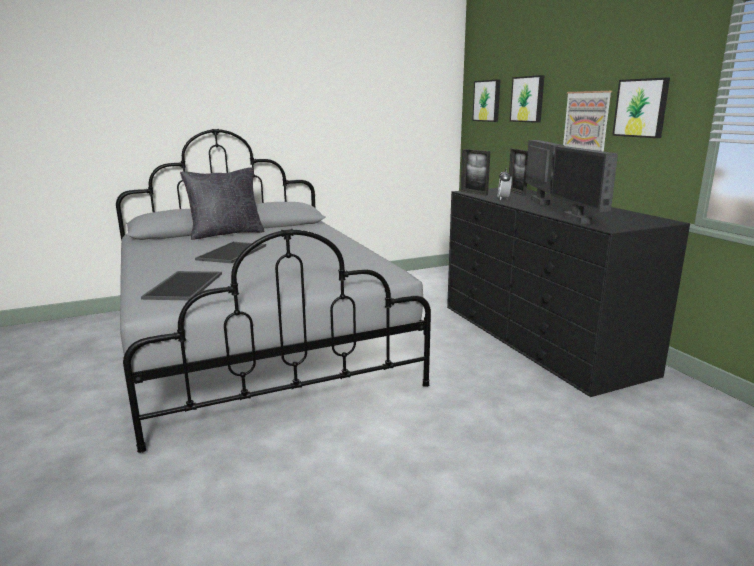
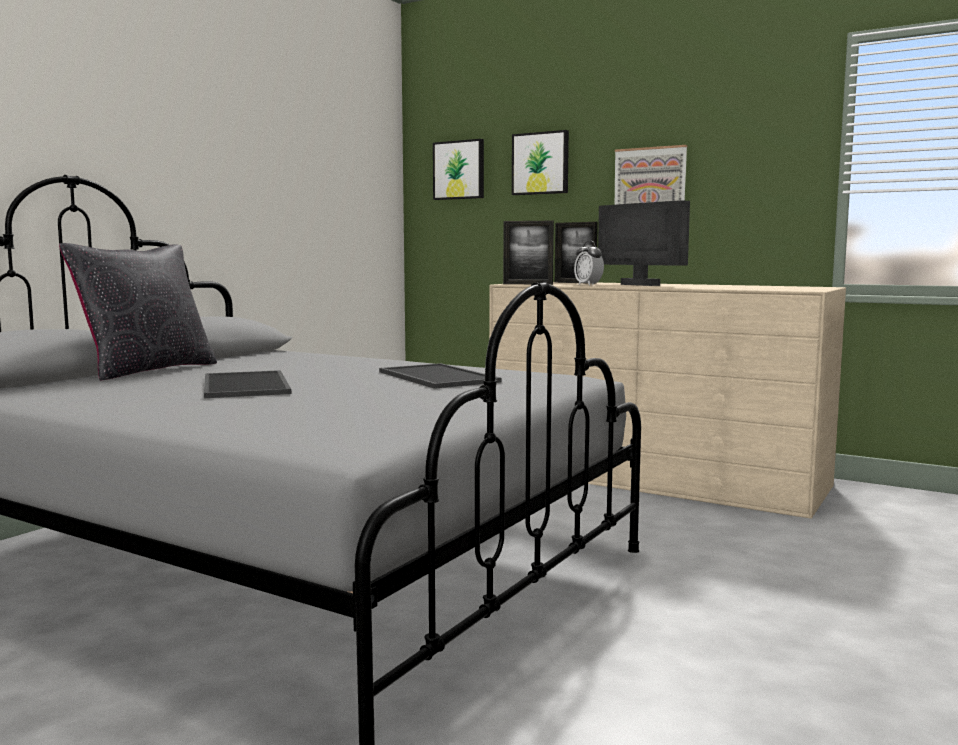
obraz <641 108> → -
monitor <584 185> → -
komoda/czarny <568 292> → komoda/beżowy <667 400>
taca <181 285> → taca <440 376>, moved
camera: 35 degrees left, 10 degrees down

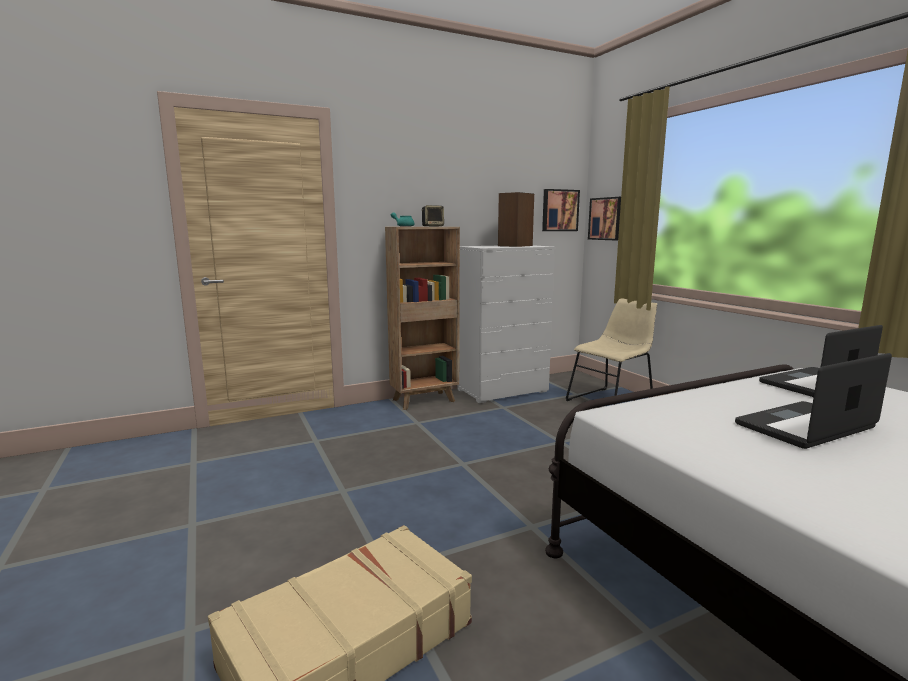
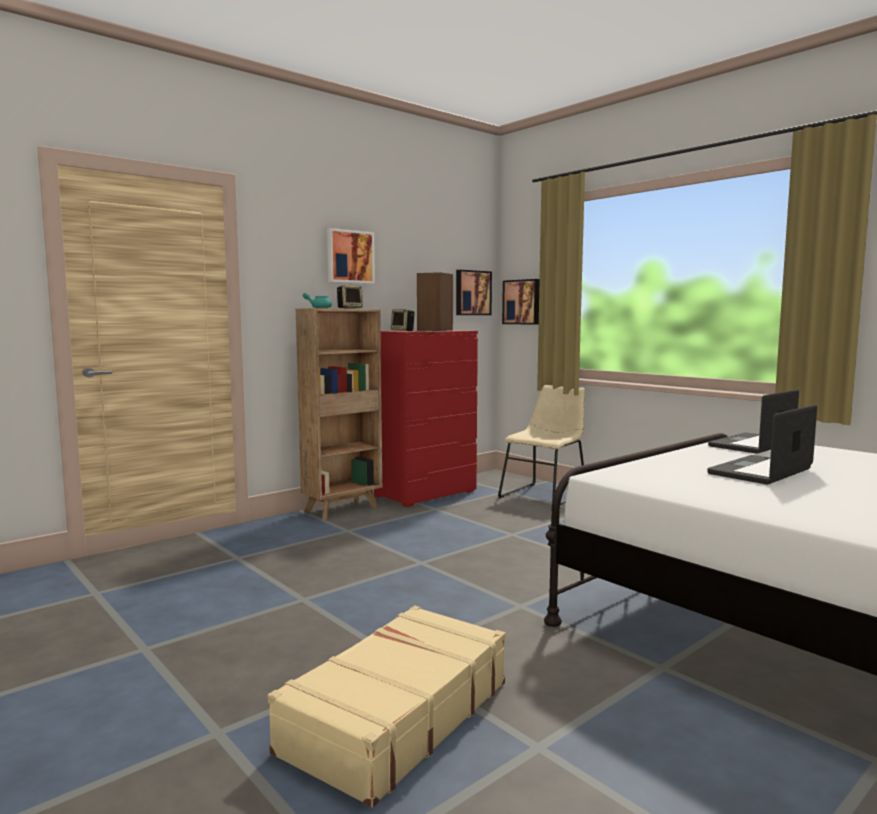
komoda/biały <506 324> → komoda/czerwony <426 418>
- → obraz <351 256>
- → głośnik <403 320>
camera: 15 degrees left, 5 degrees down

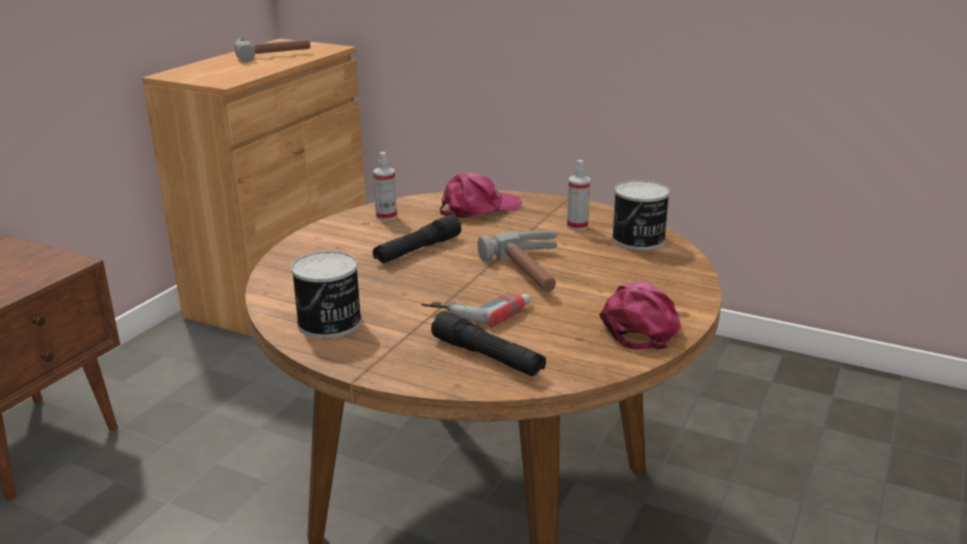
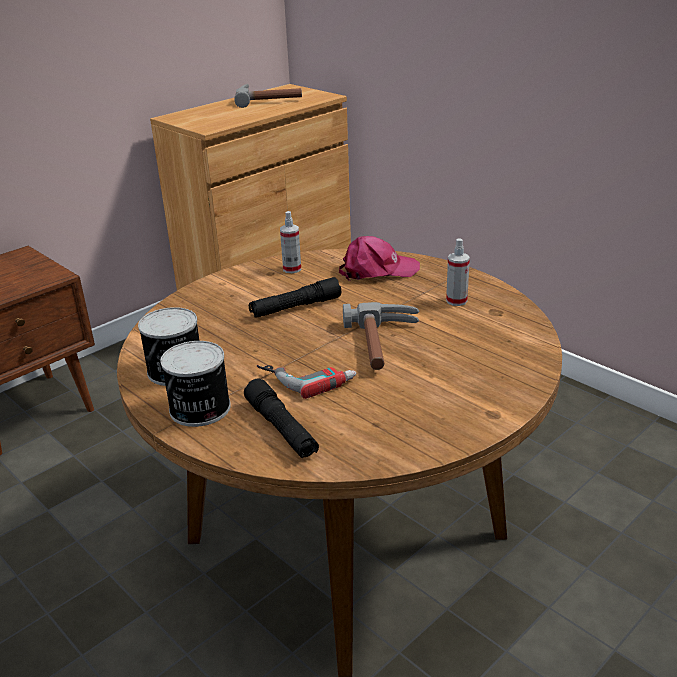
puszka <641 215> → puszka <195 384>, moved
czapka z daszkiem/różowy <640 315> → -
camera: 20 degrees right, 5 degrees up

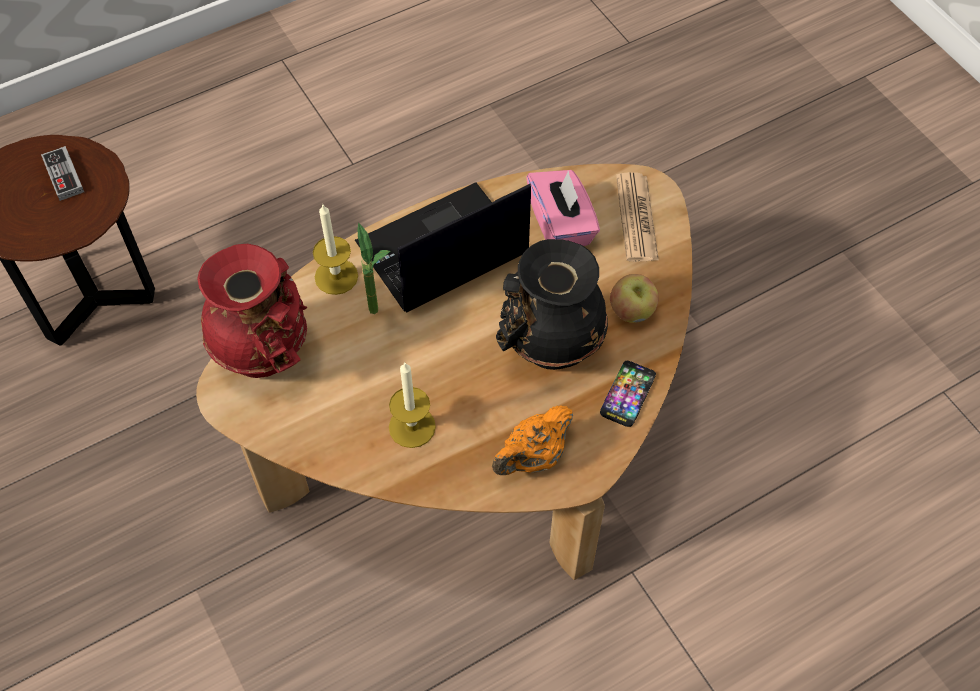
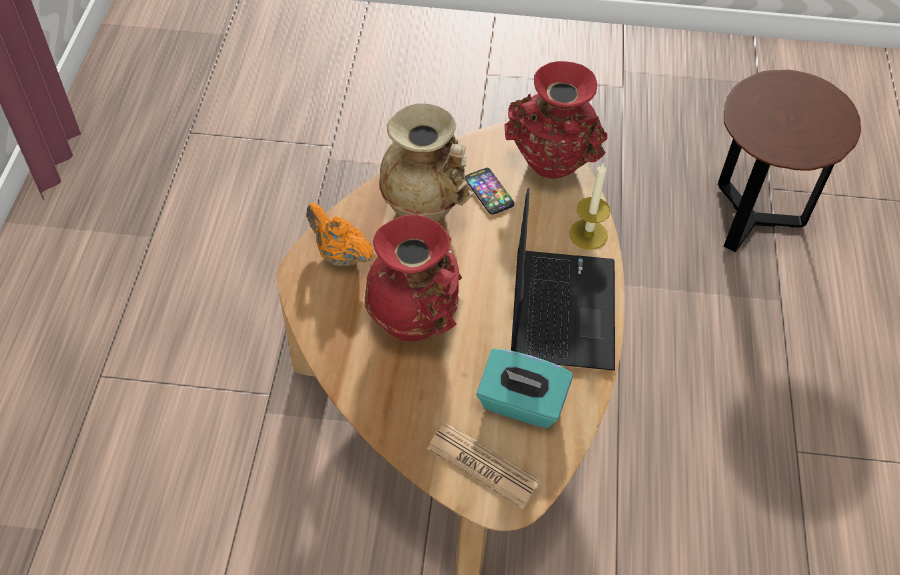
pad do gier <62 173> → -
pudełko chusteczek/różowy <563 208> → pudełko chusteczek/turkusowy <525 388>
roślina doniczkowa <374 268> → -
wazon/czarny <552 304> → wazon/czerwony <413 278>
jabłko <634 298> → -
telefon <628 394> → telefon <489 191>, moved
świeca <412 405> → wazon/beżowy <426 162>
imbryk/pomarańczowy <532 440> → imbryk/pomarańczowy <340 234>, 45 degrees counterclockwise
camera: 125 degrees right, 5 degrees down

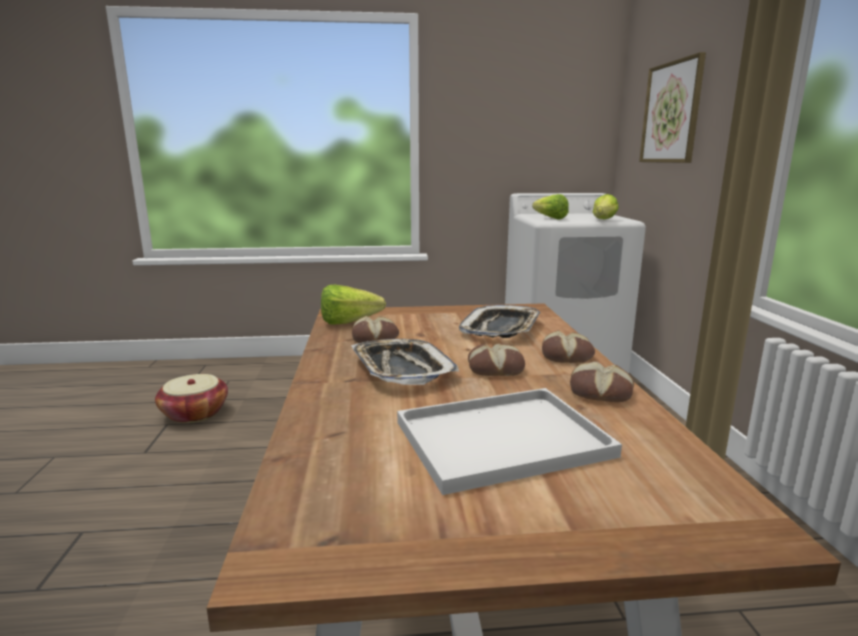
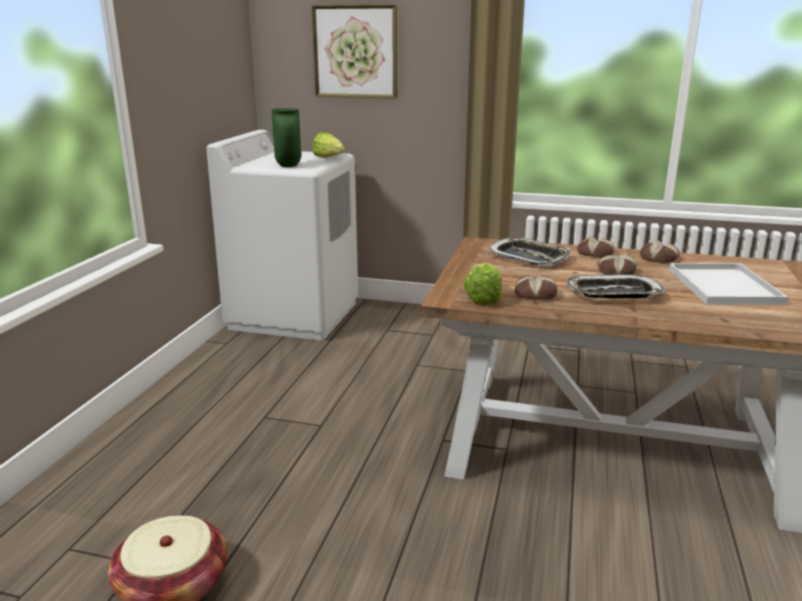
sałata <550 207> → wazon/zielony <286 137>
camera: 70 degrees left, 5 degrees up

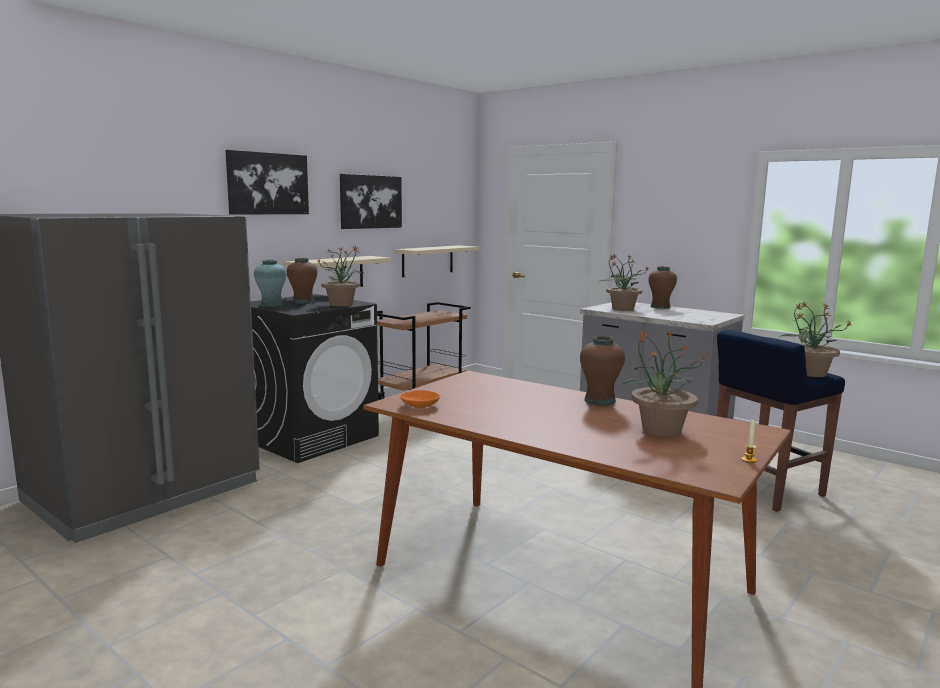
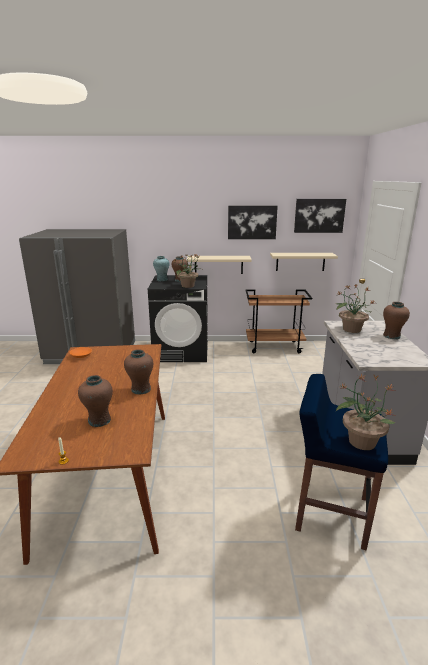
obraz <267 182> → obraz <320 216>, moved
roślina doniczkowa <665 383> → wazon/brązowy <95 401>
camera: 50 degrees right, 10 degrees up

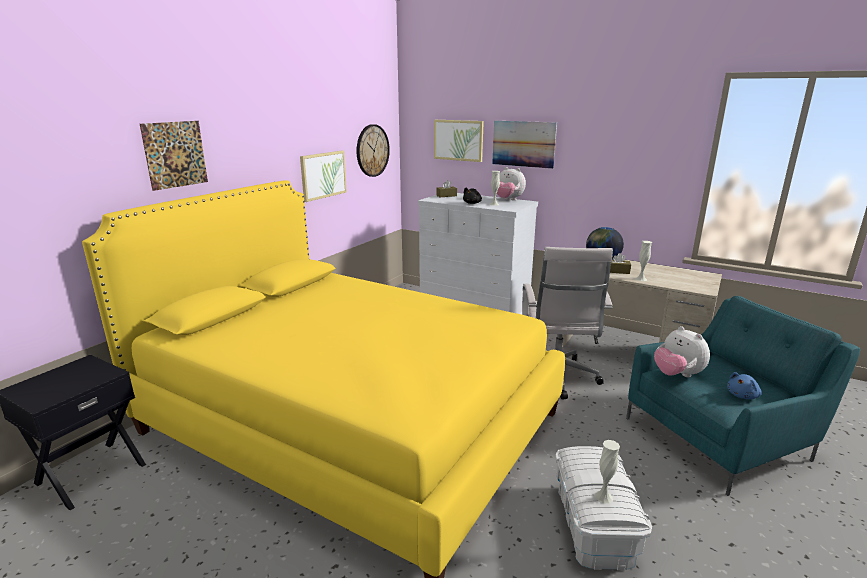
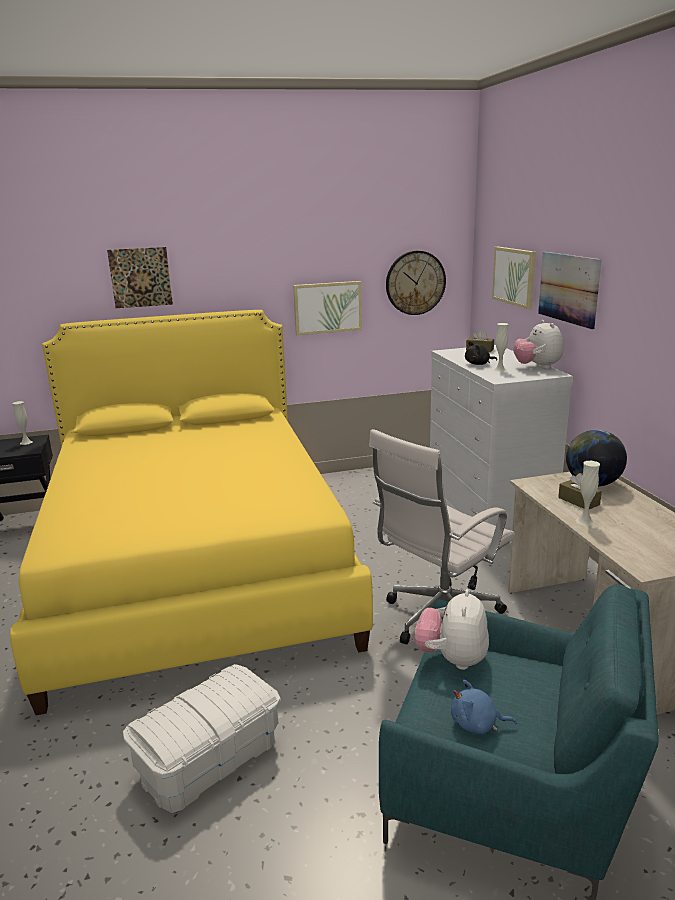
wazon/biały <607 472> → wazon/biały <23 423>, moved
camera: 45 degrees right, 0 degrees up

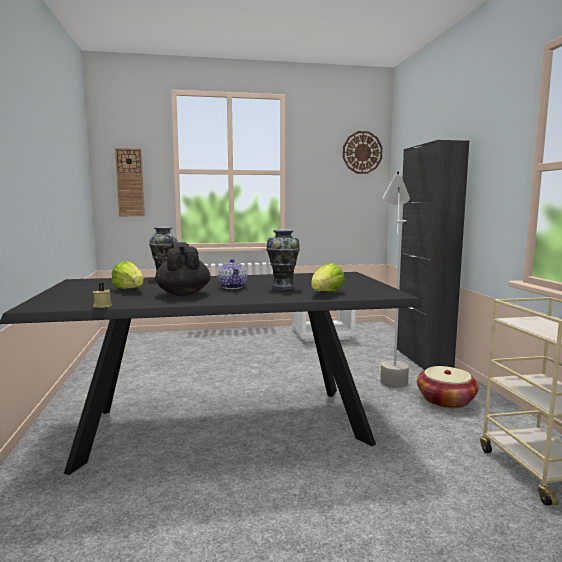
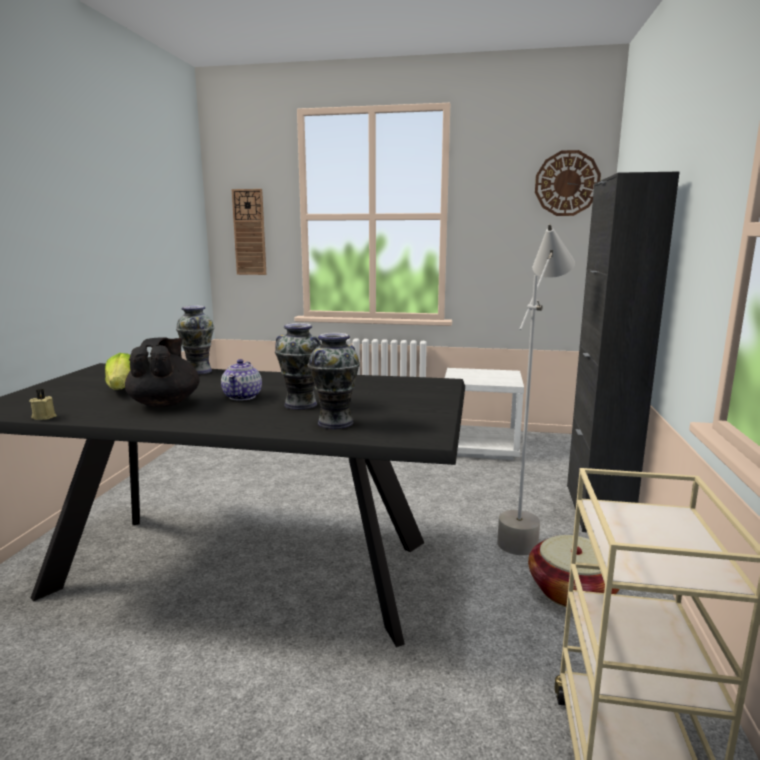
sałata <328 277> → wazon <334 381>
camera: 20 degrees right, 5 degrees up

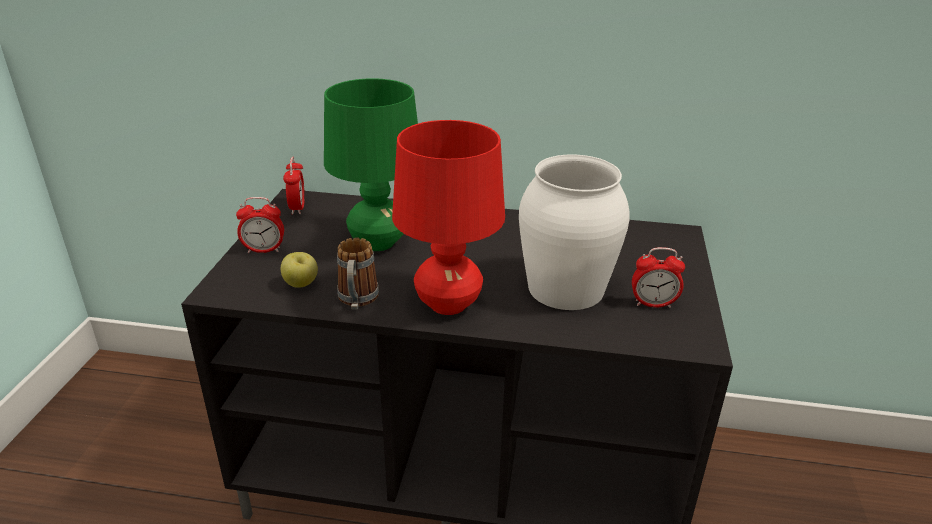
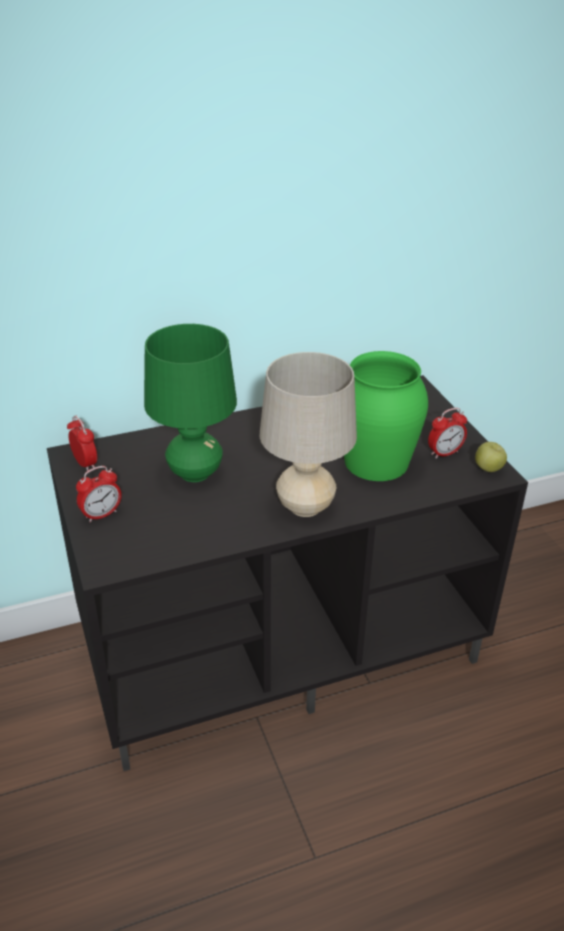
lampa stołowa/czerwony <448 217> → lampa stołowa/beżowy <308 434>
wazon/biały <574 232> → wazon/zielony <386 416>
kubek <358 274> → -
jabłko <299 270> → jabłko <491 457>, moved
camera: 30 degrees left, 5 degrees up

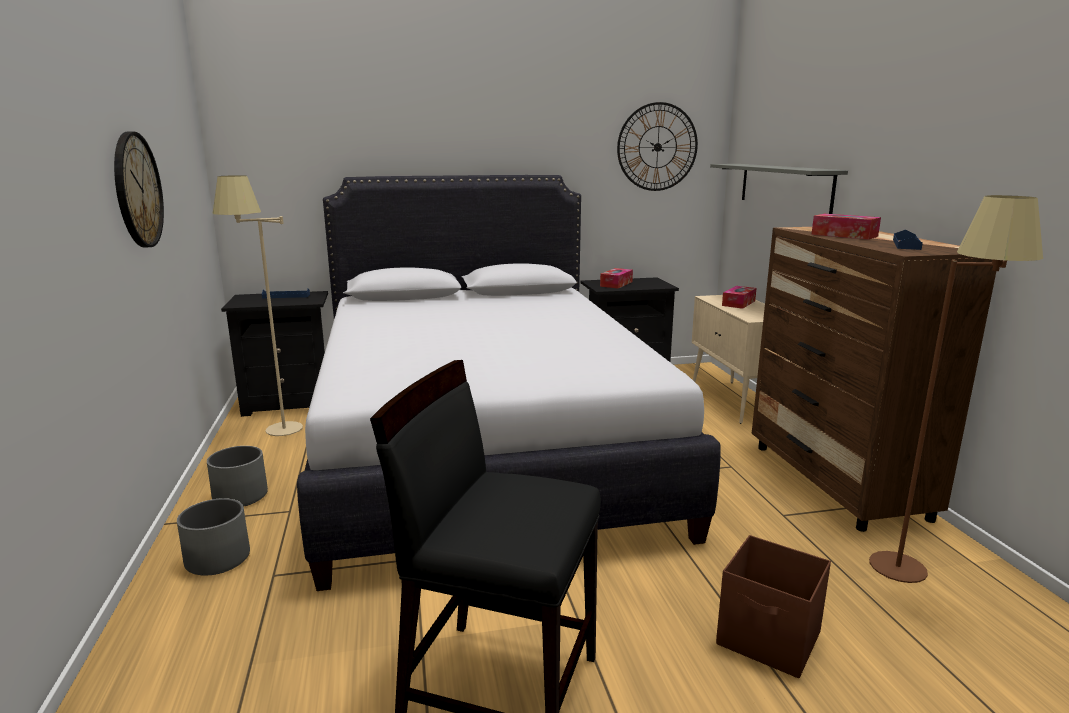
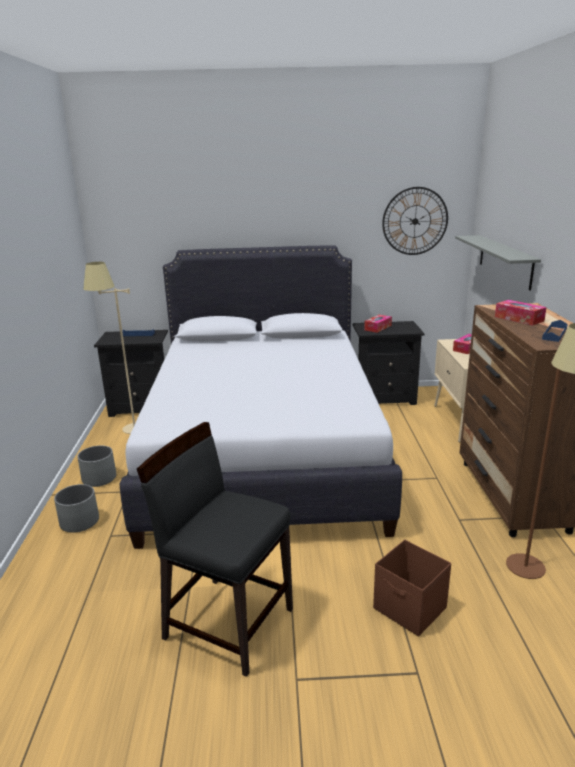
zegar ścienny <139 189> → -
camera: 10 degrees right, 5 degrees up

